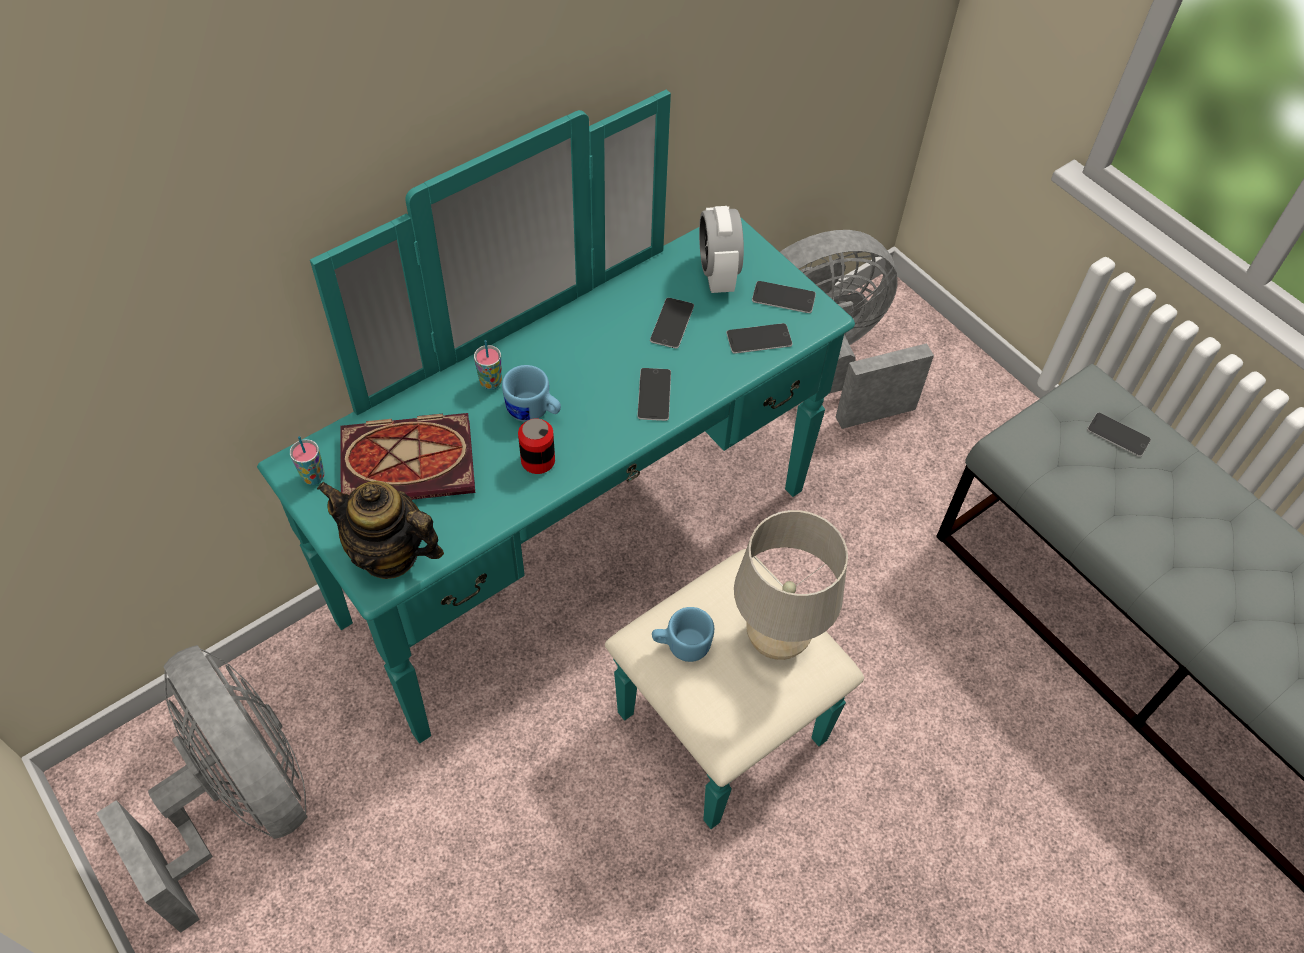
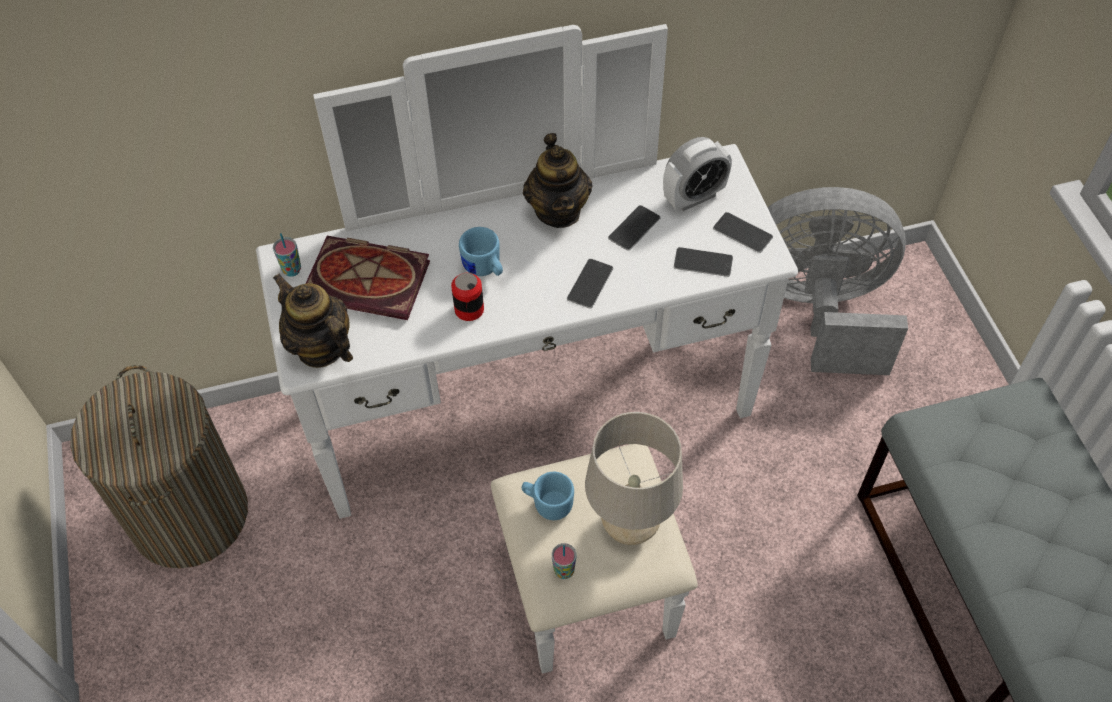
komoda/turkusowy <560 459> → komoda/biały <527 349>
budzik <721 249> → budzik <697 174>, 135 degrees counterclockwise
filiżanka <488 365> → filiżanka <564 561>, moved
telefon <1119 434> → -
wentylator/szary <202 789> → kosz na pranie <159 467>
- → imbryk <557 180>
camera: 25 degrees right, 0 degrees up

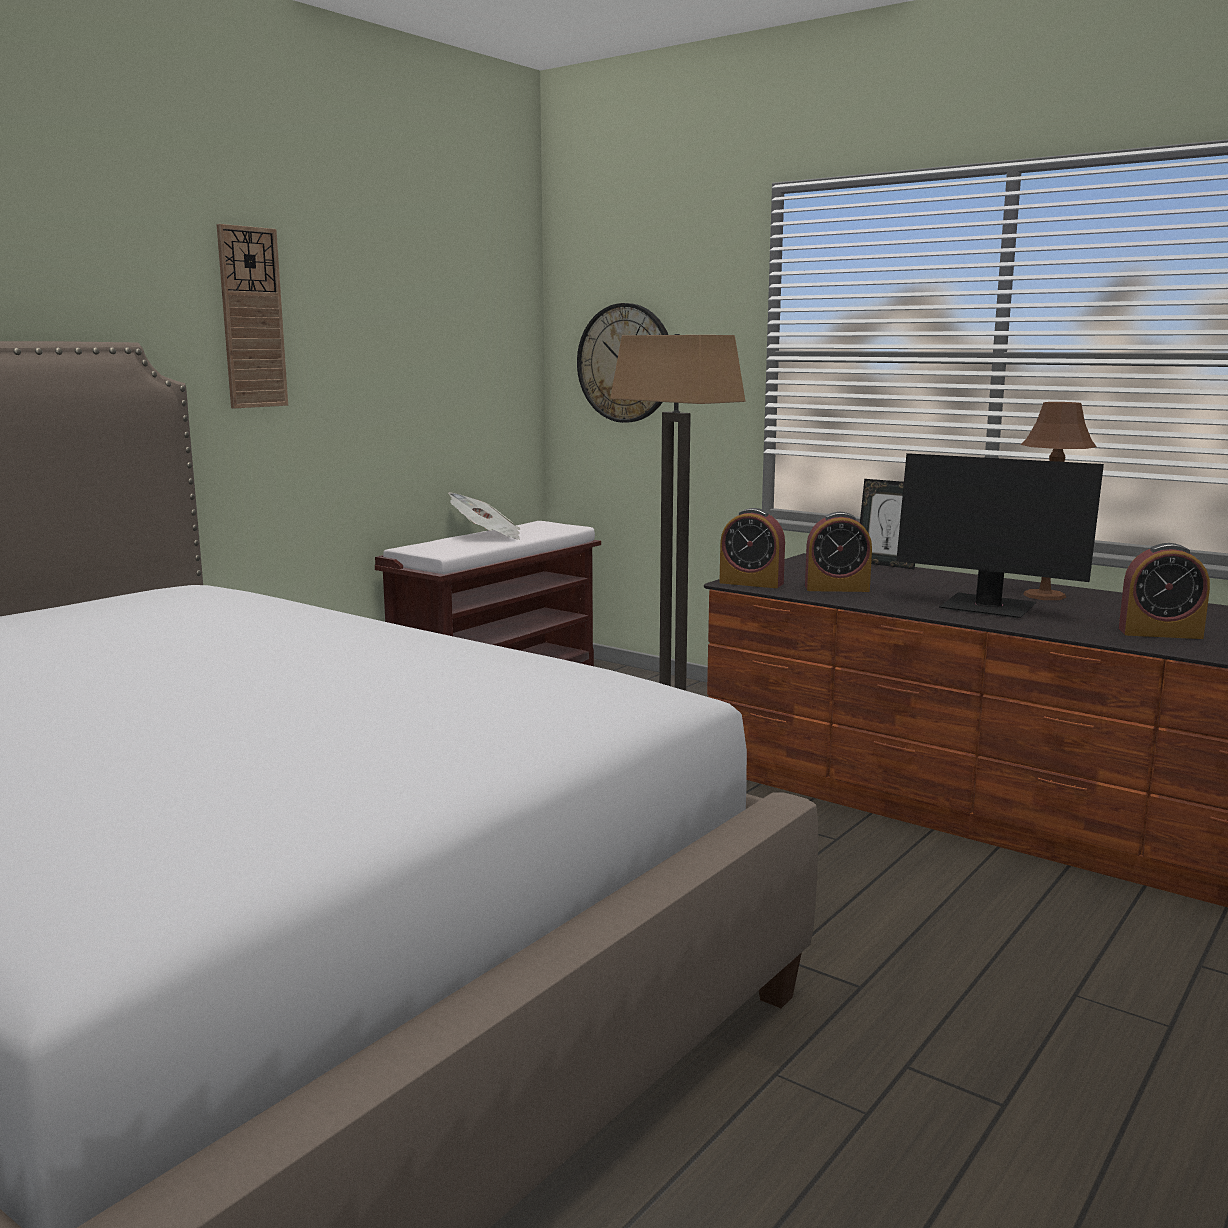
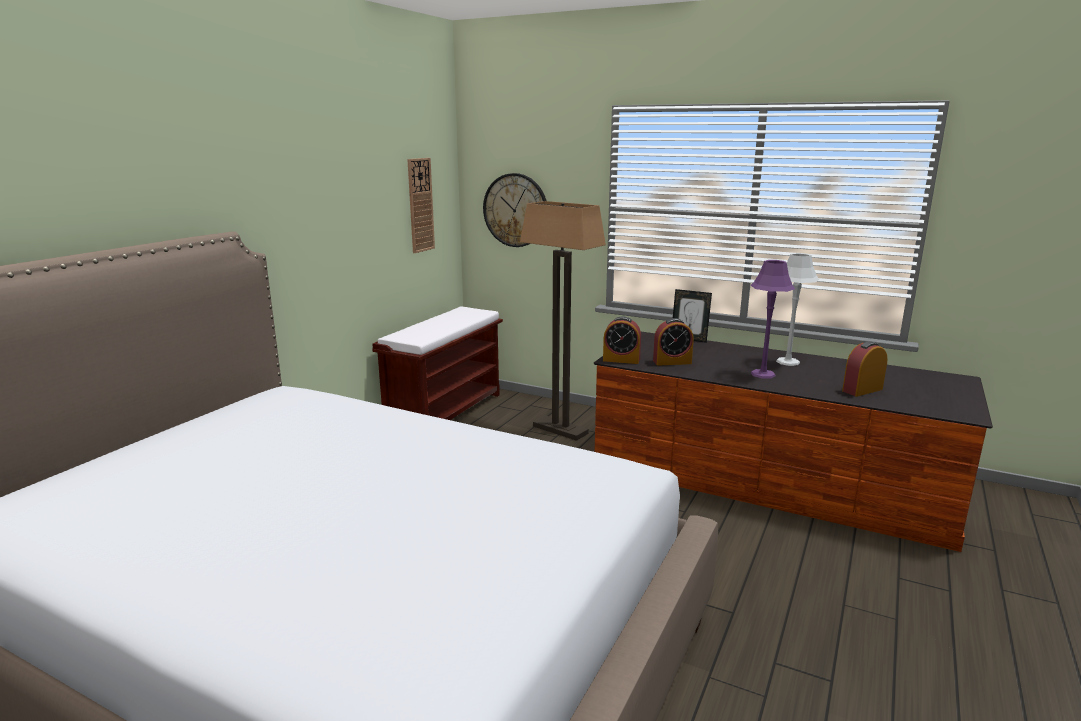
zegar ścienny <252 316> → zegar ścienny <421 205>, moved
lampa stołowa/brązowy <1059 501> → lampa stołowa/szary <797 309>
monitor <1000 535> → lampa stołowa/fioletowy <773 319>
gazeta <484 516> → -
budzik <1164 591> → budzik <865 369>, 150 degrees clockwise
camera: 10 degrees left, 5 degrees up

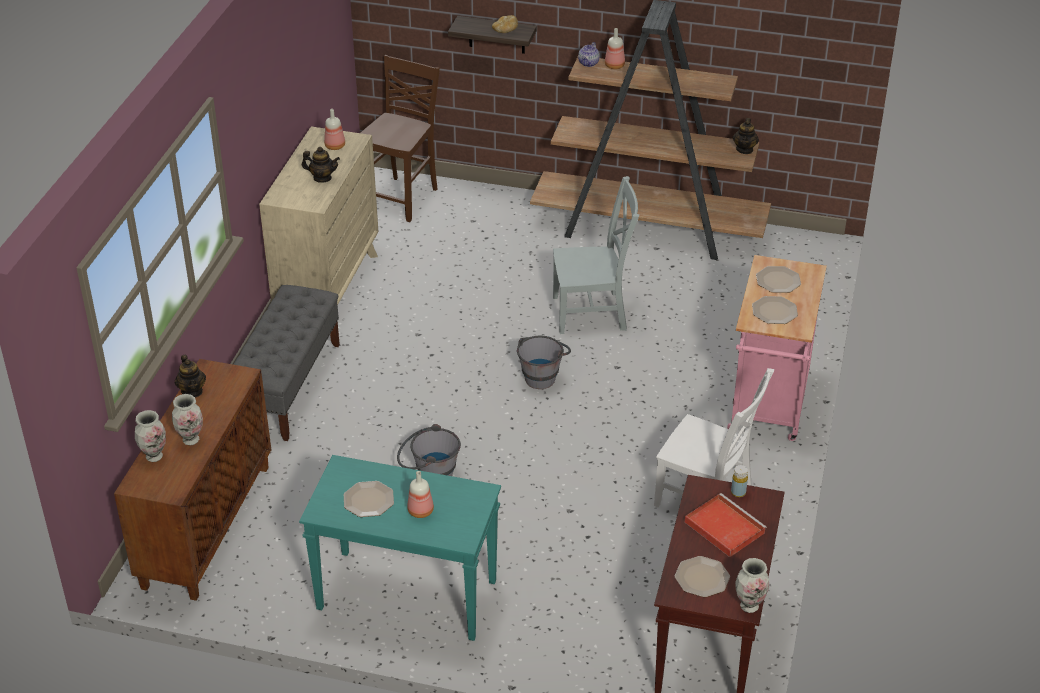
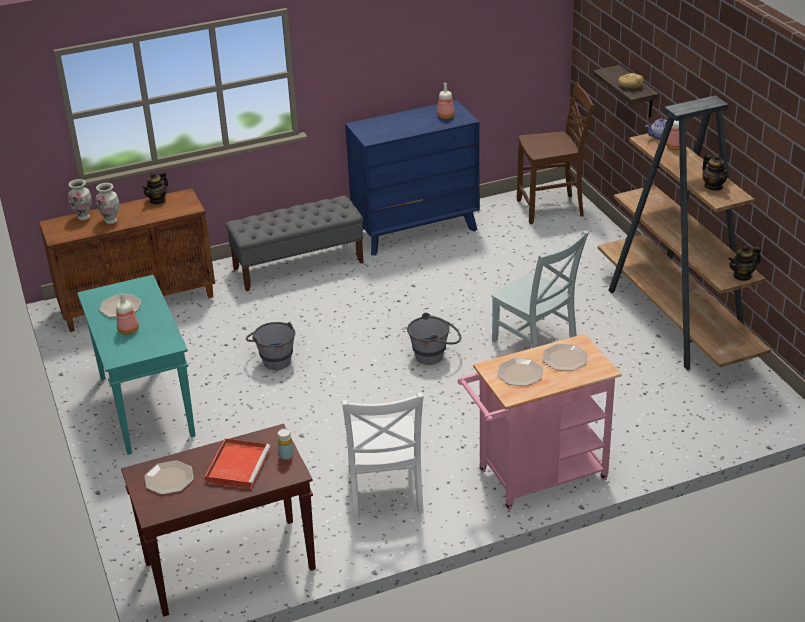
komoda/beżowy <318 215> → komoda/niebieski <412 177>
imbryk <321 165> → imbryk <715 172>, moved
wazon <752 585> → -
camera: 55 degrees right, 5 degrees down

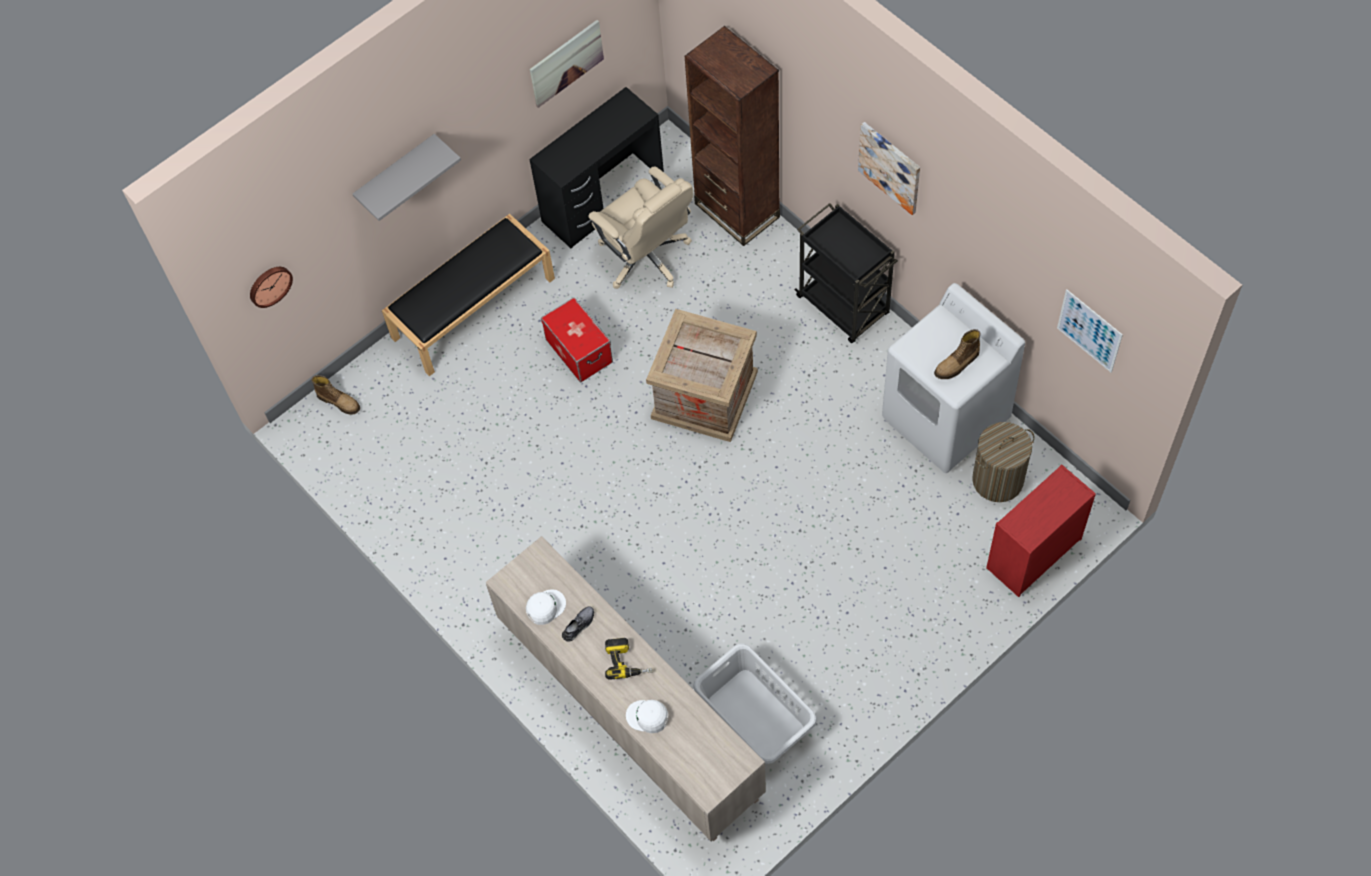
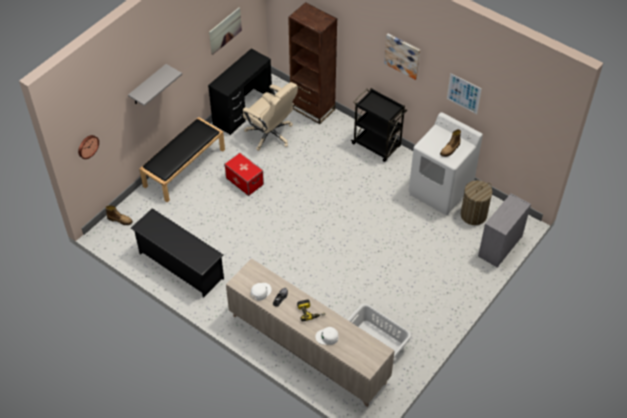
obraz <1090 331> → obraz <464 93>, moved
skrzynka <702 375> → -
komoda/czerwony <1041 530> → komoda/szary <504 230>
- → regał na buty/czarny <177 252>
camera: 15 degrees left, 10 degrees down

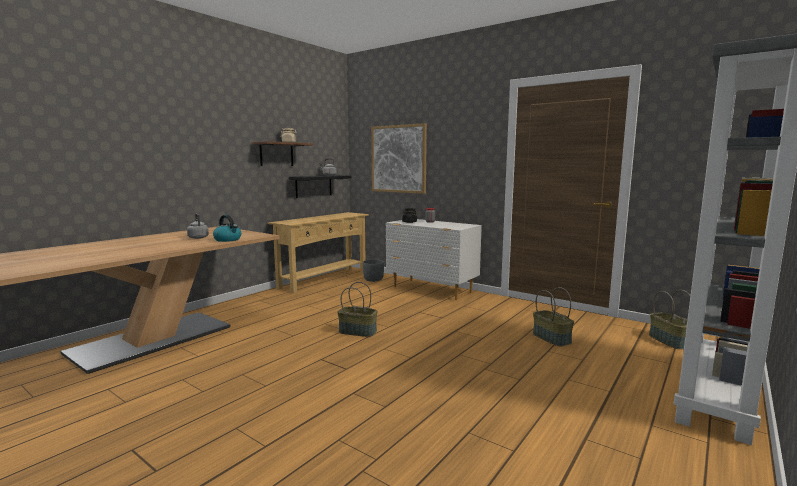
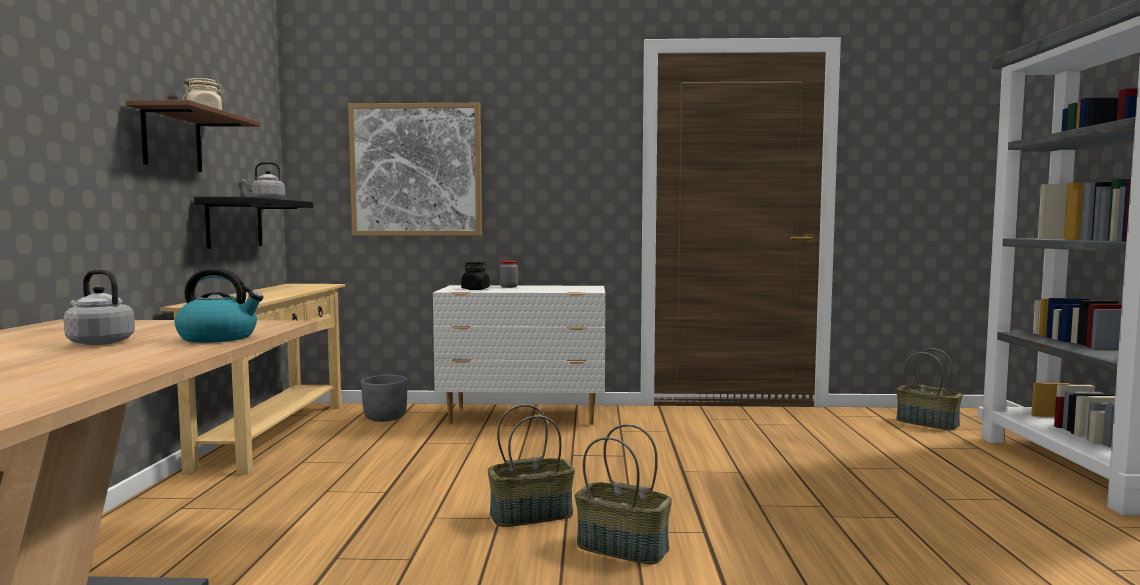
koszyk <553 317> → koszyk <623 494>, moved
camera: 35 degrees left, 5 degrees down

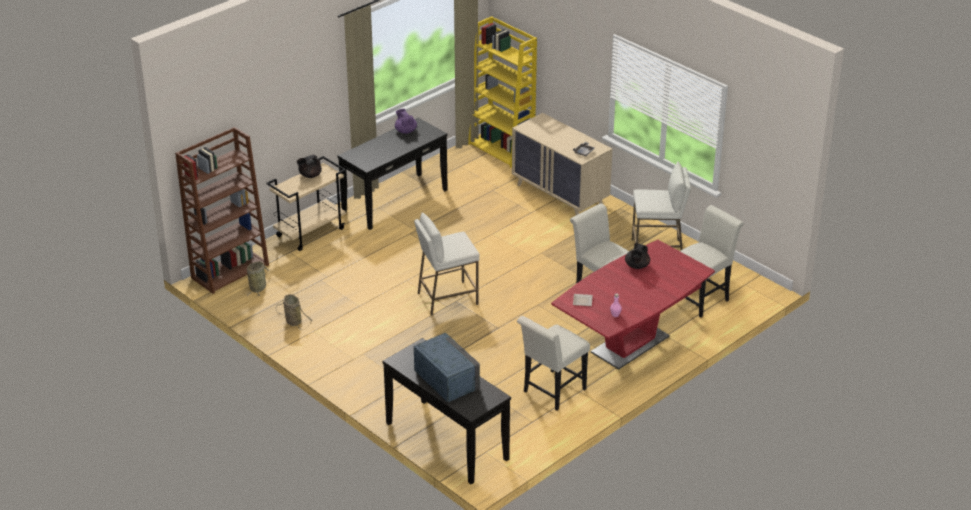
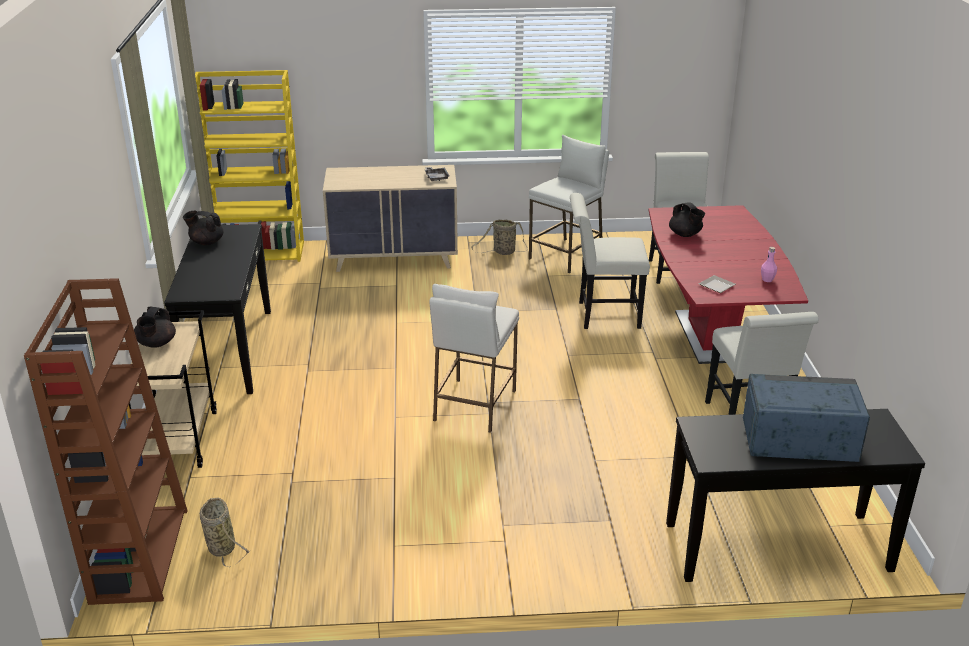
imbryk/fioletowy <406 121> → imbryk/czarny <203 228>
koszyk <294 312> → koszyk <499 237>, moved
camera: 50 degrees left, 5 degrees down

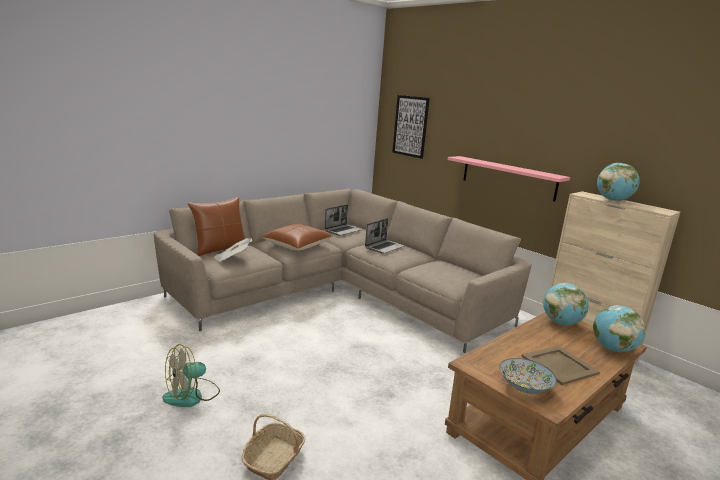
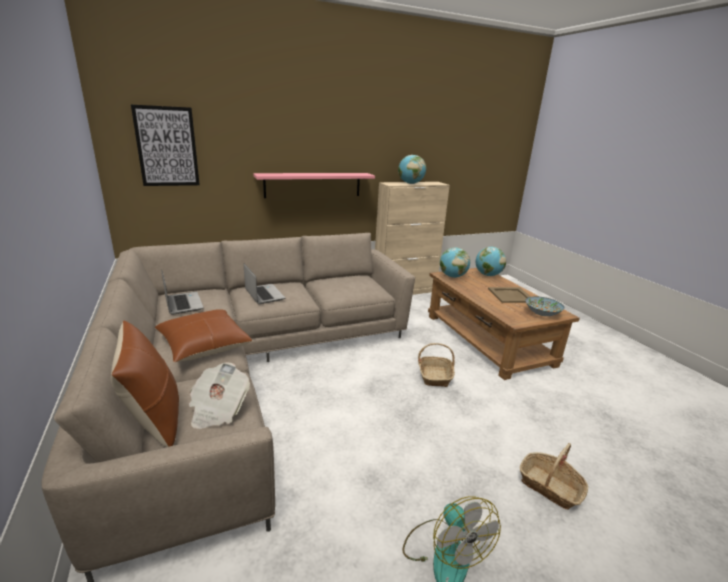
- → koszyk <436 365>
camera: 70 degrees left, 5 degrees up

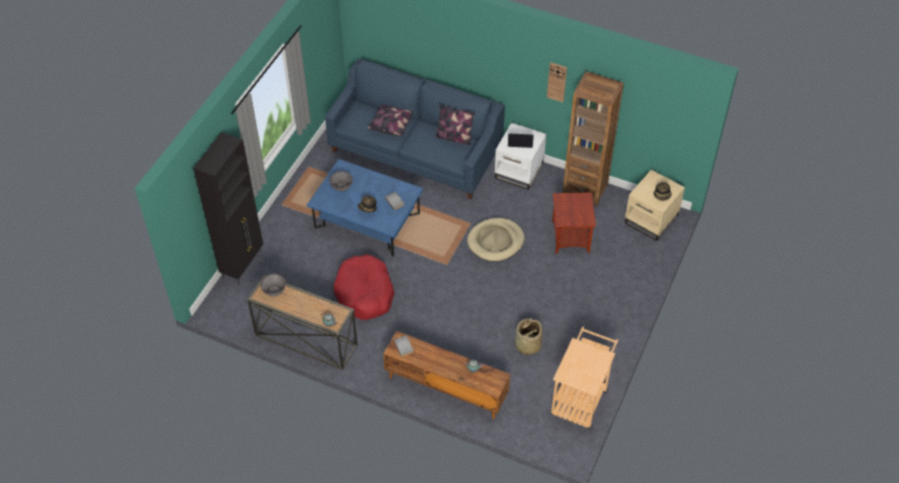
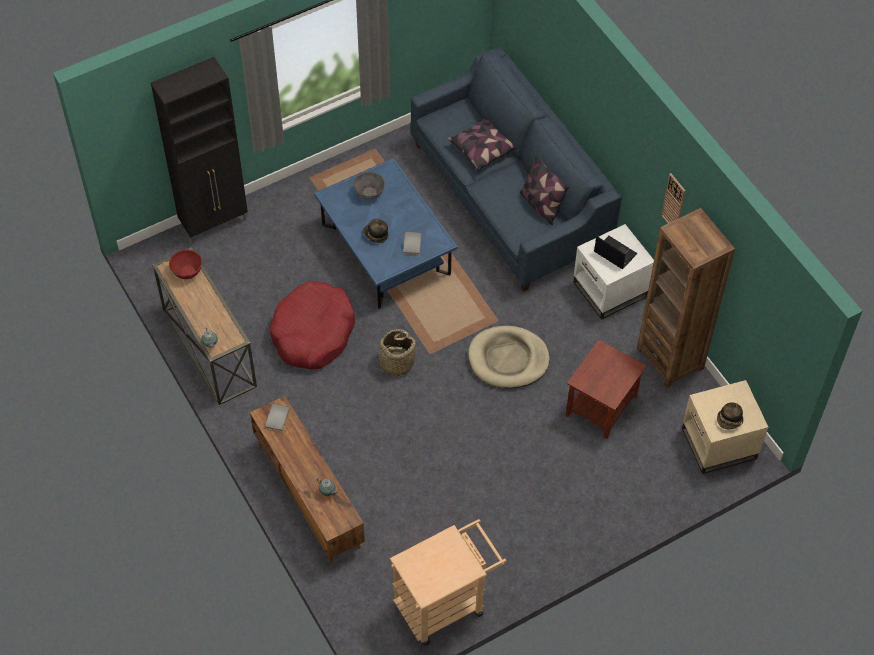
miska/szary <273 285> → miska/czerwony <185 264>
koszyk <529 337> → koszyk <397 352>, moved
camera: 35 degrees right, 5 degrees up

